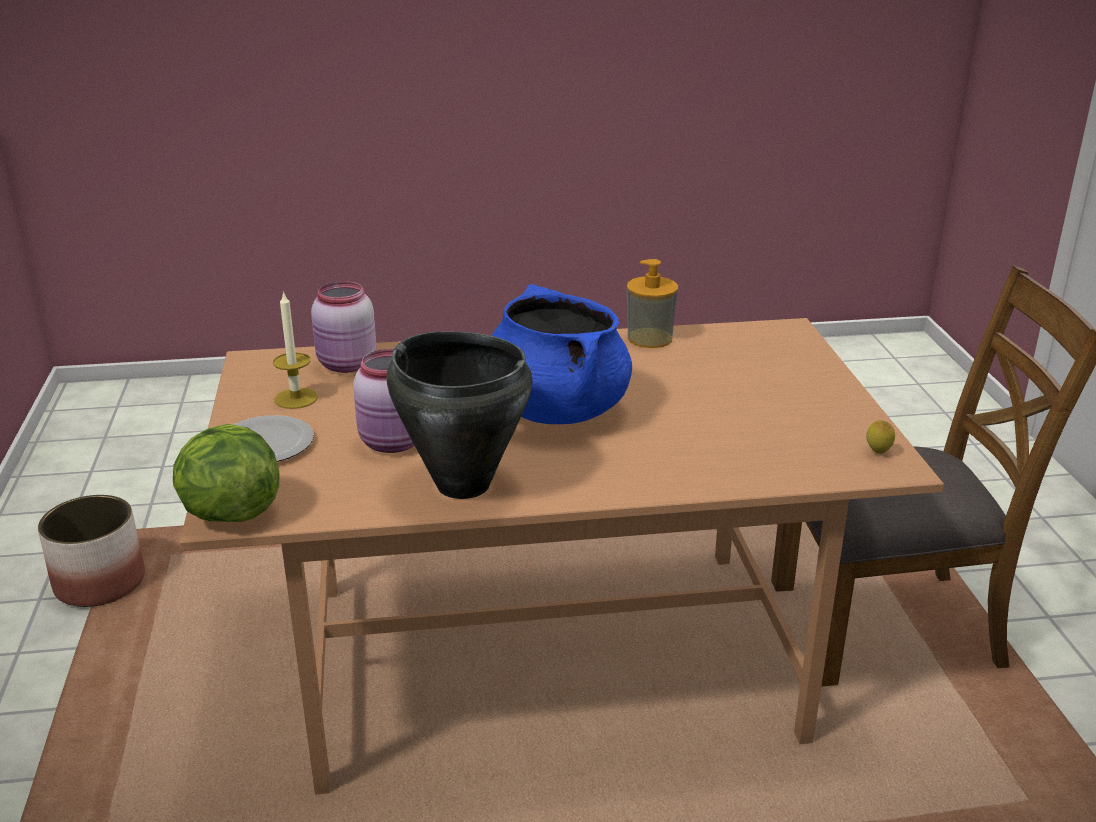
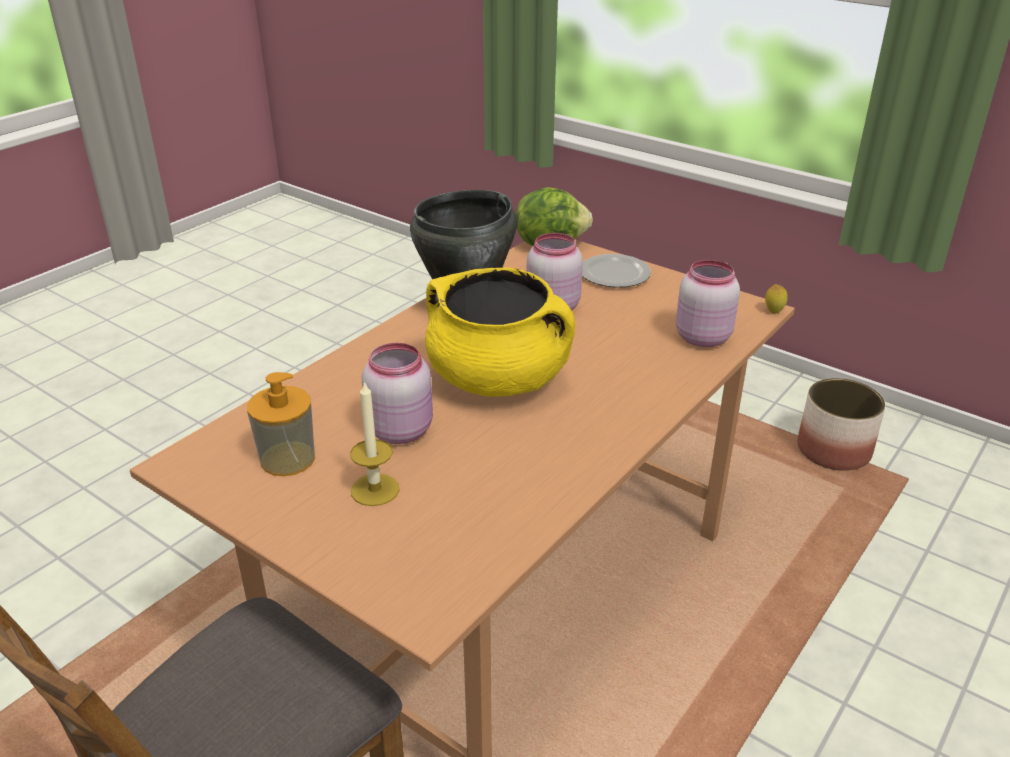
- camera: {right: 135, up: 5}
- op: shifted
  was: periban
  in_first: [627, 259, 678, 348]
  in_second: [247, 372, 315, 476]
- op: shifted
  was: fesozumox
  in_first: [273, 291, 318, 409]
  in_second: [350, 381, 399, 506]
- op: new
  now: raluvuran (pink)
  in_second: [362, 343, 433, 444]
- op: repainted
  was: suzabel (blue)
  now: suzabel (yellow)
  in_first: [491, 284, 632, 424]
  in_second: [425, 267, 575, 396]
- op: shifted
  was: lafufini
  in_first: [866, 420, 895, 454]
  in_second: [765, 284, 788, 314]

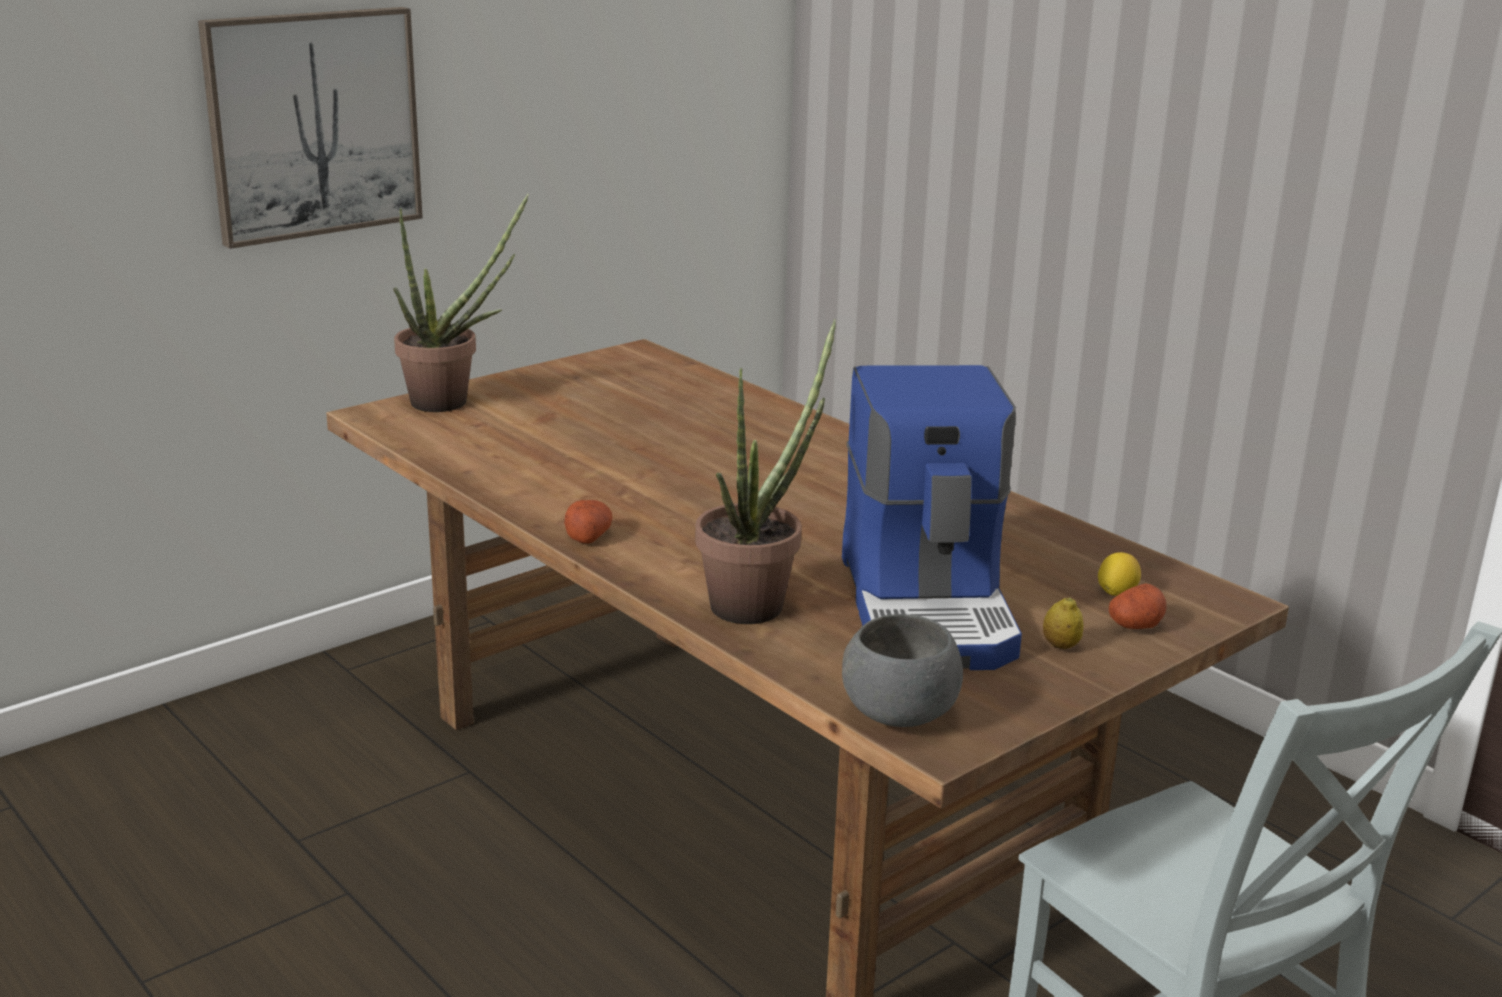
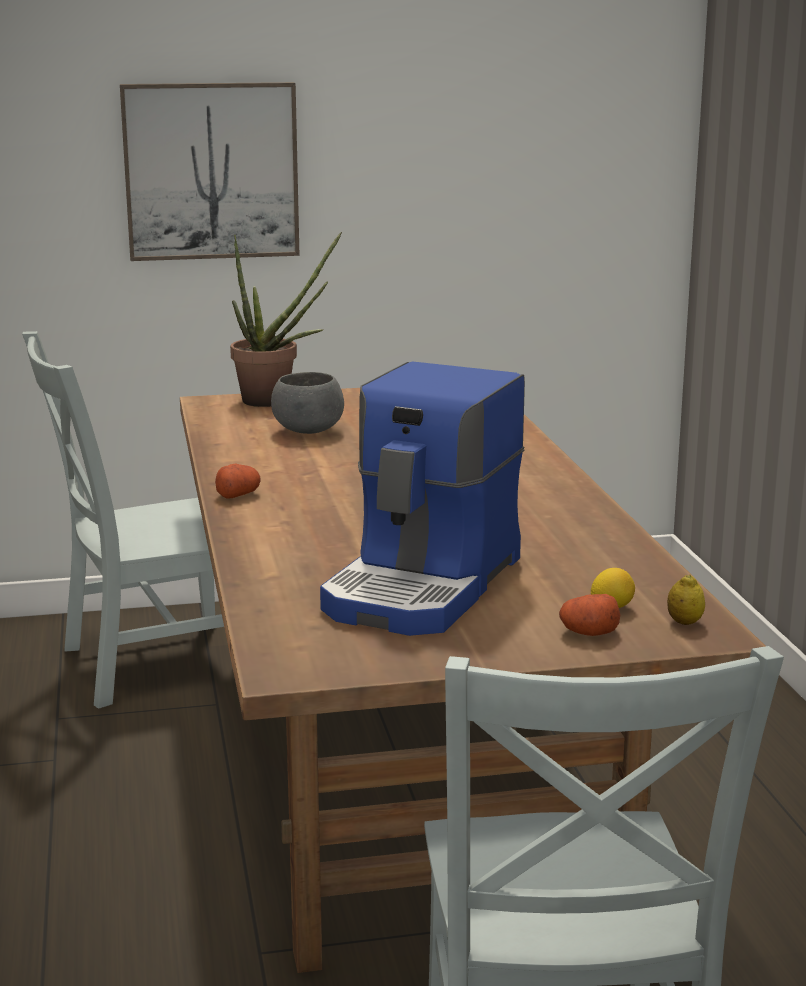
- camera: {right: 30, up: -5}
- op: new
  now: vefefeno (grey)
  in_second: [22, 331, 224, 709]
- op: shifted
  was: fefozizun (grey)
  in_first: [842, 614, 963, 727]
  in_second: [271, 372, 344, 434]
- op: shifted
  was: lafufini
  in_first: [1043, 597, 1083, 649]
  in_second: [667, 574, 705, 625]
- op: gone
  was: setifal
  in_first: [695, 319, 836, 624]

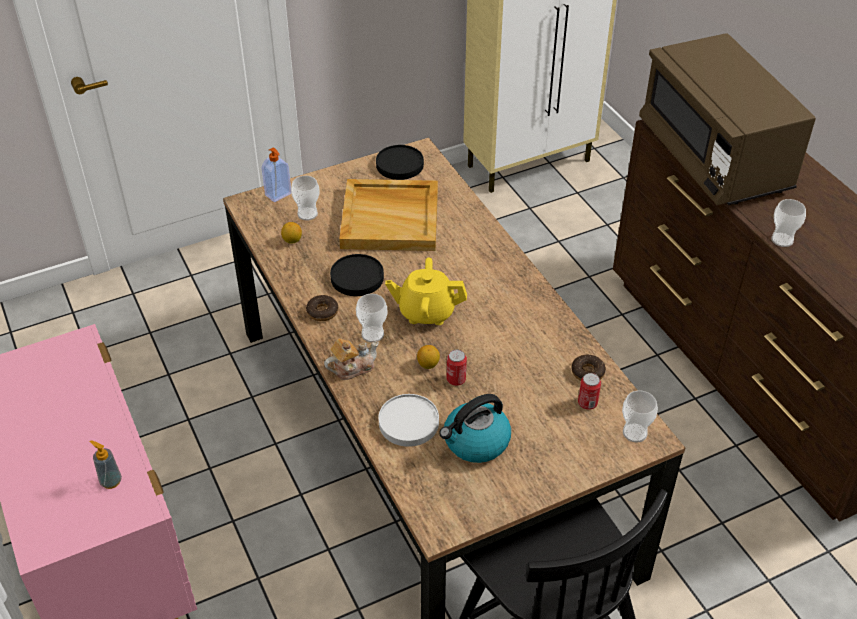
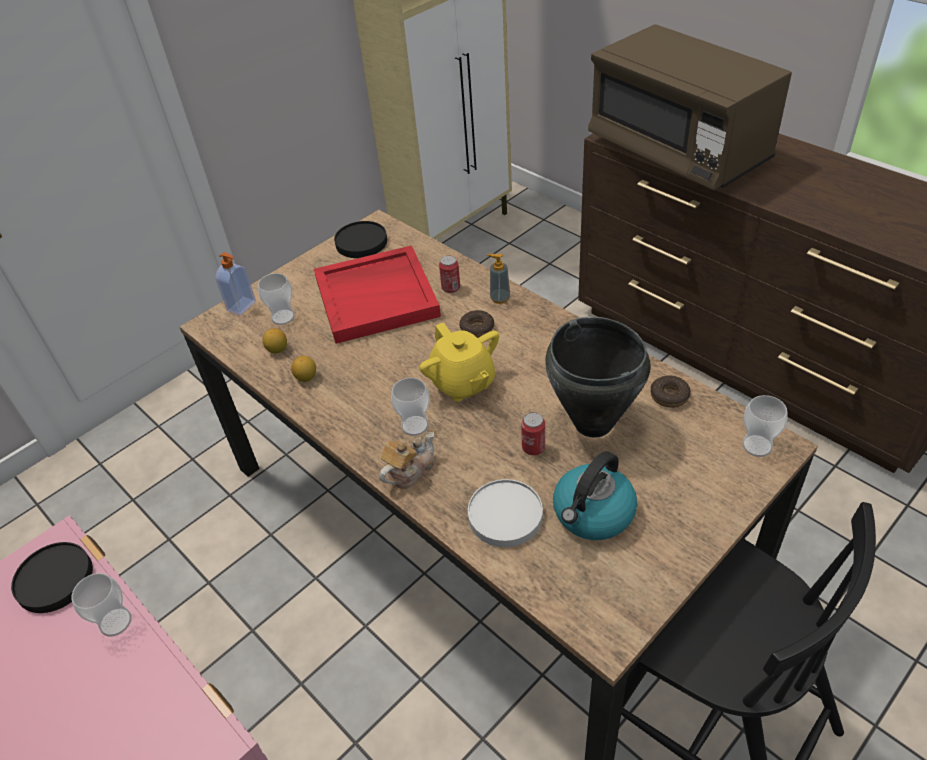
- camera: {right: -15, up: 0}
- op: shifted
  was: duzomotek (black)
  in_first: [330, 254, 384, 296]
  in_second: [11, 542, 93, 613]
- op: shifted
  was: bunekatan
  in_first: [771, 199, 806, 247]
  in_second: [71, 573, 132, 637]
- op: shifted
  was: lafufini
  in_first: [417, 345, 440, 369]
  in_second: [291, 356, 316, 382]
- op: repainted
  was: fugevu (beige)
  now: fugevu (red)
  in_first: [339, 179, 438, 251]
  in_second: [314, 245, 441, 344]
- op: rotated
  was: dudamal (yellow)
  in_first: [385, 258, 467, 325]
  in_second: [419, 322, 499, 402]
  clockwise: -105
- op: shifted
  was: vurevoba
  in_first: [578, 373, 601, 410]
  in_second: [439, 255, 460, 293]
- op: shifted
  was: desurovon
  in_first: [306, 295, 338, 321]
  in_second: [459, 310, 494, 338]
- op: shifted
  was: periban
  in_first: [90, 440, 122, 489]
  in_second: [487, 254, 510, 304]
- op: new
  now: suzabel (black)
  in_second: [545, 316, 651, 437]

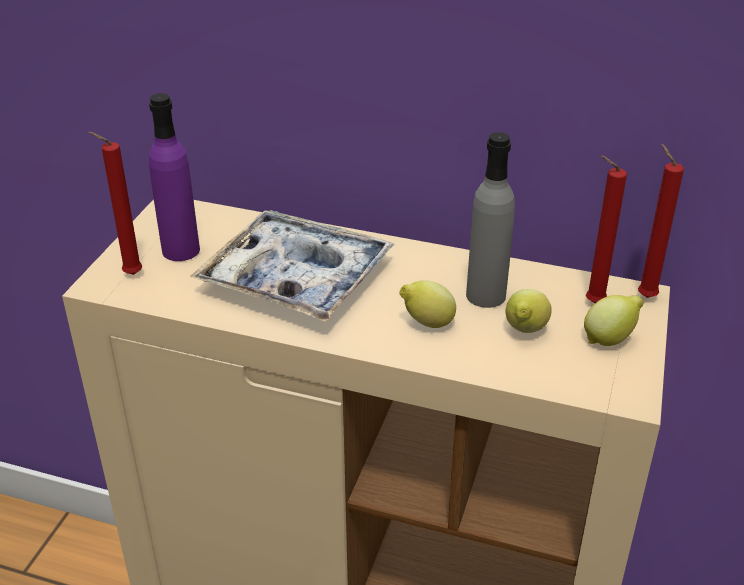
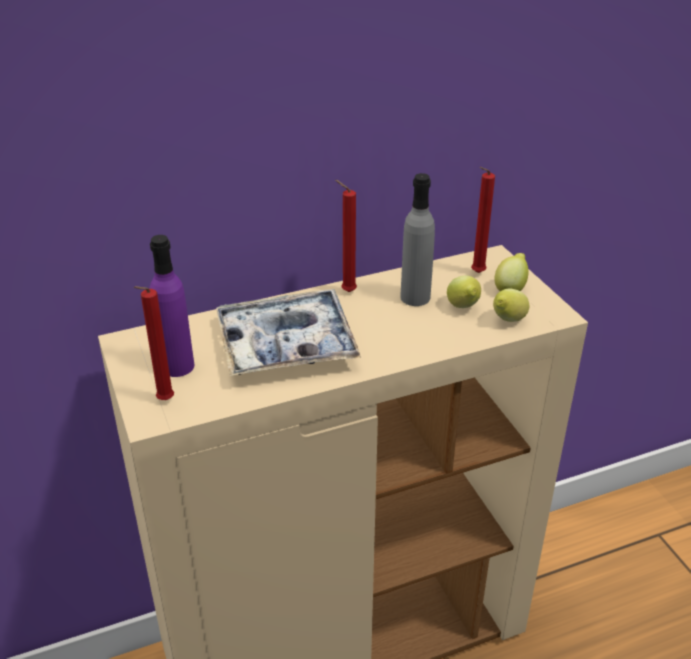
- camera: {right: -40, up: 0}
- op: shifted
  was: fesozumox (red)
  in_first: [638, 144, 684, 298]
  in_second: [335, 180, 357, 292]
- op: shifted
  was: lafufini
  in_first: [400, 280, 456, 328]
  in_second: [493, 288, 530, 322]

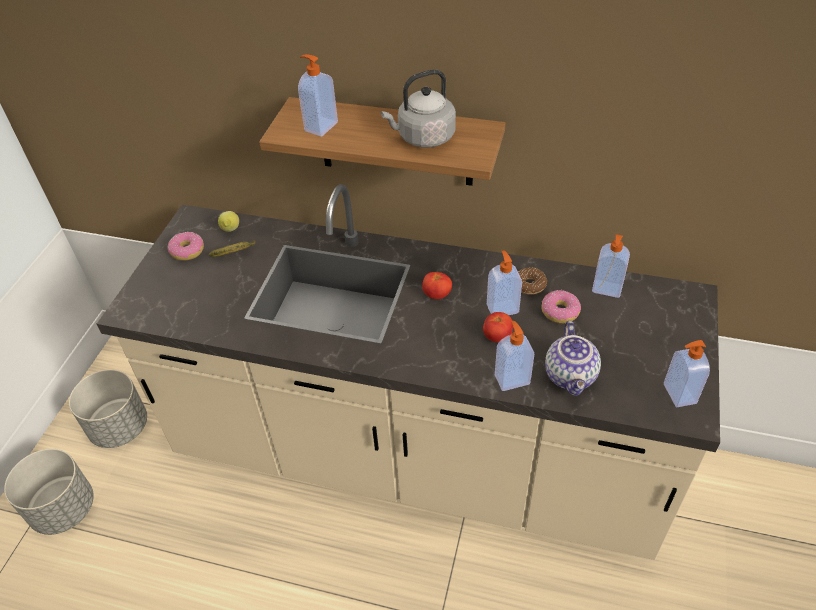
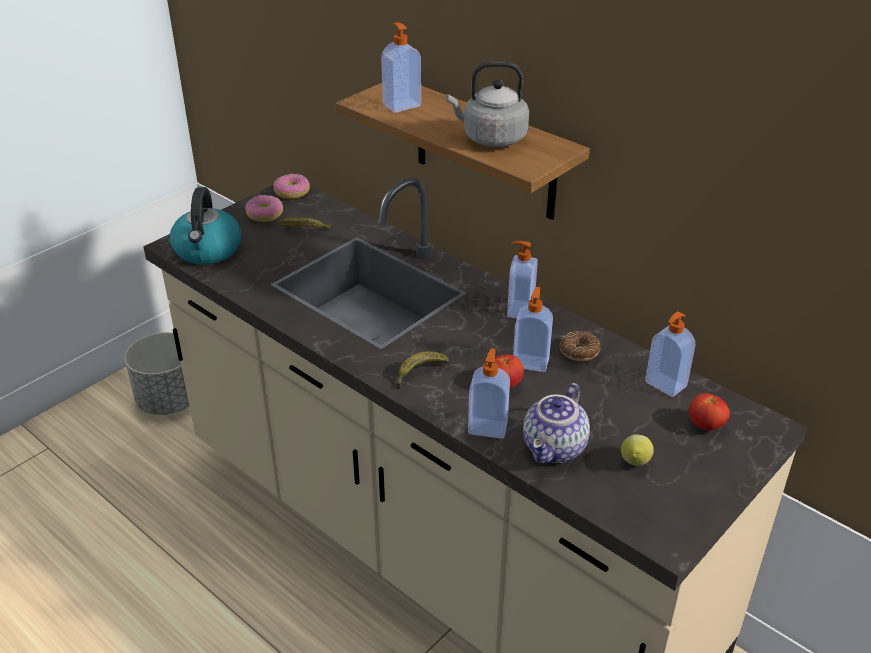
- camera: {right: 25, up: -10}
- op: new
  now: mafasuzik
  in_second: [169, 187, 241, 265]
- op: shifted
  was: desurovon
  in_first: [542, 290, 581, 323]
  in_second: [273, 174, 310, 199]
- op: new
  now: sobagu
  in_second: [397, 351, 449, 389]
- op: shifted
  was: periban
  in_first: [664, 340, 710, 407]
  in_second: [507, 241, 538, 319]
- op: shifted
  was: lafufini
  in_first: [218, 211, 239, 232]
  in_second: [621, 435, 654, 466]
- op: shifted
  was: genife
  in_first: [422, 272, 452, 299]
  in_second: [689, 393, 730, 431]
- op: gone
  was: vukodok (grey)
  in_first: [4, 449, 94, 535]

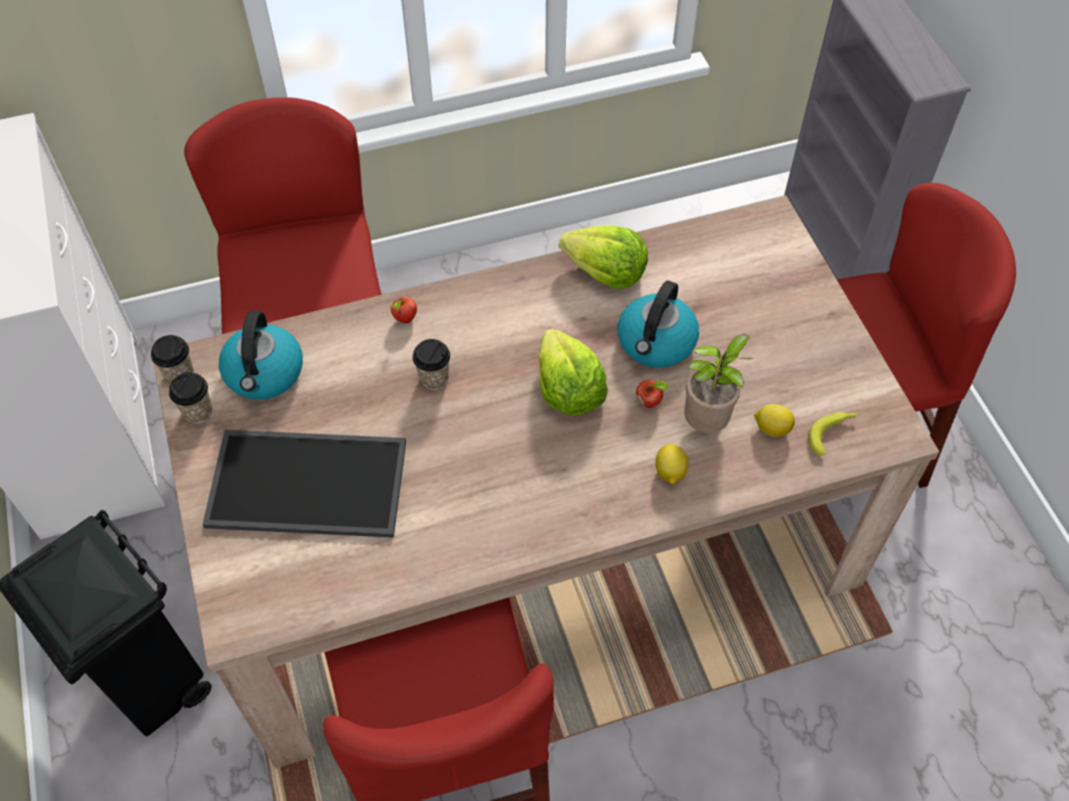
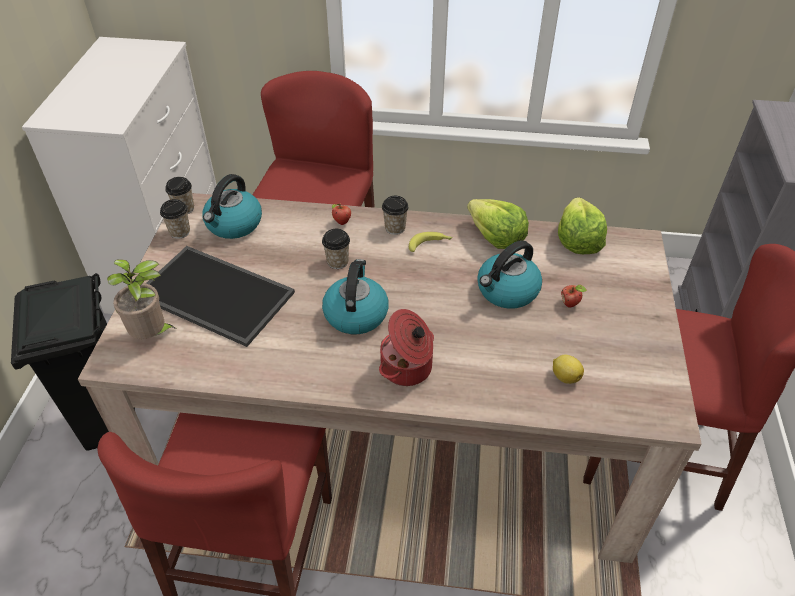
- camera: {right: 25, up: -10}
- op: shifted
  was: setifal
  in_first: [684, 334, 752, 433]
  in_second: [107, 259, 176, 339]
- op: new
  now: mafasuzik
  in_second: [322, 259, 389, 334]
- op: new
  now: suzabel
  in_second: [379, 309, 434, 386]
- op: new
  now: bunekatan
  in_second: [382, 196, 409, 235]
- op: shifted
  was: sobagu
  in_first: [808, 412, 858, 456]
  in_second: [409, 232, 453, 252]
- op: shifted
  was: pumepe
  in_first: [538, 329, 608, 415]
  in_second: [558, 197, 607, 254]
- op: shifted
  was: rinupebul
  in_first: [636, 380, 669, 408]
  in_second: [561, 285, 587, 308]
- op: gone
  was: lafufini
  in_first: [656, 444, 688, 485]

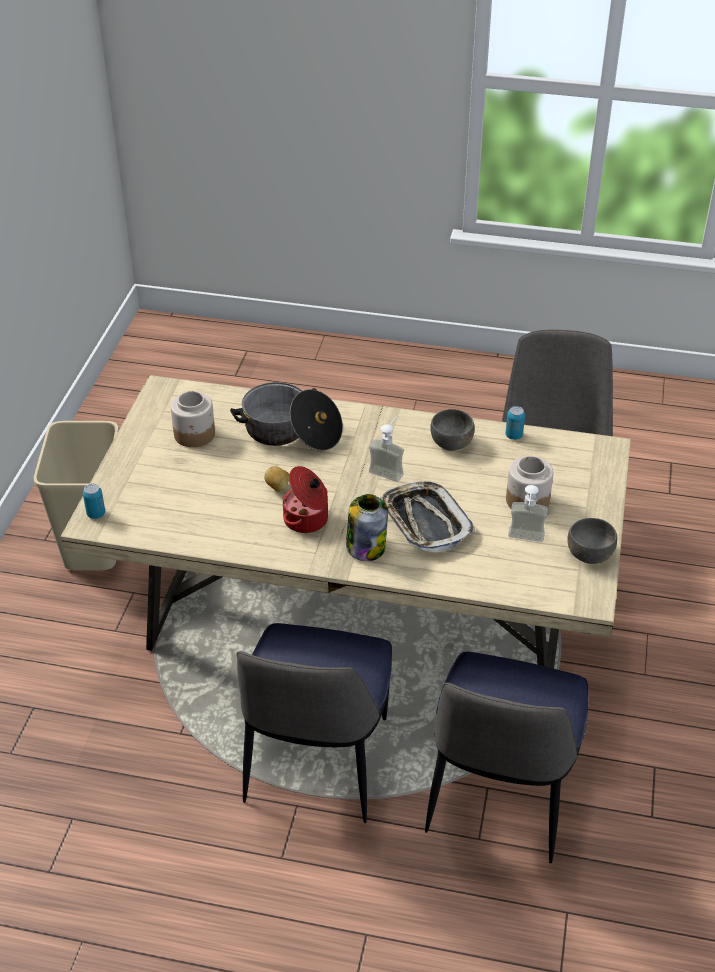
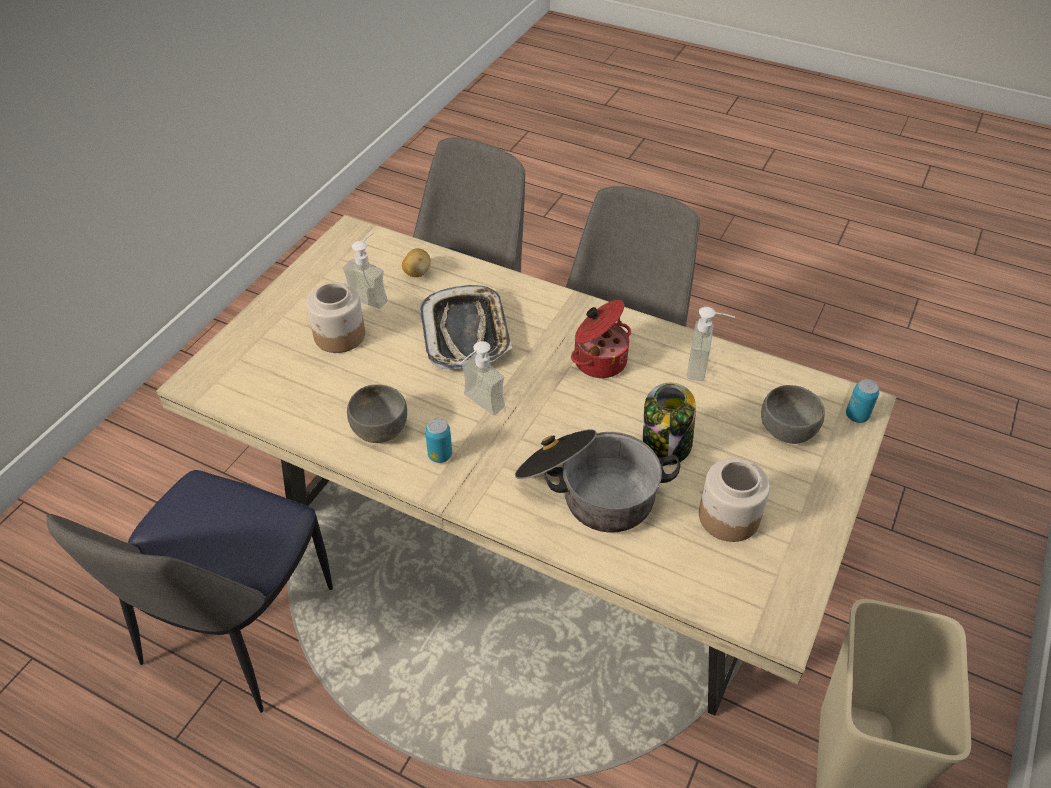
- camera: {right: -165, up: 5}
- op: shifted
  was: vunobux
  in_first: [264, 466, 289, 492]
  in_second: [402, 248, 431, 277]
- op: shifted
  was: vurevoba
  in_first: [506, 406, 525, 440]
  in_second: [425, 418, 452, 463]
- op: shifted
  was: raluvuran
  in_first: [346, 494, 388, 561]
  in_second: [643, 383, 696, 465]
- op: new
  now: periban
  in_second: [687, 307, 735, 381]
- op: shifted
  was: fefozizun (grey)
  in_first: [567, 518, 617, 564]
  in_second: [761, 385, 825, 444]

